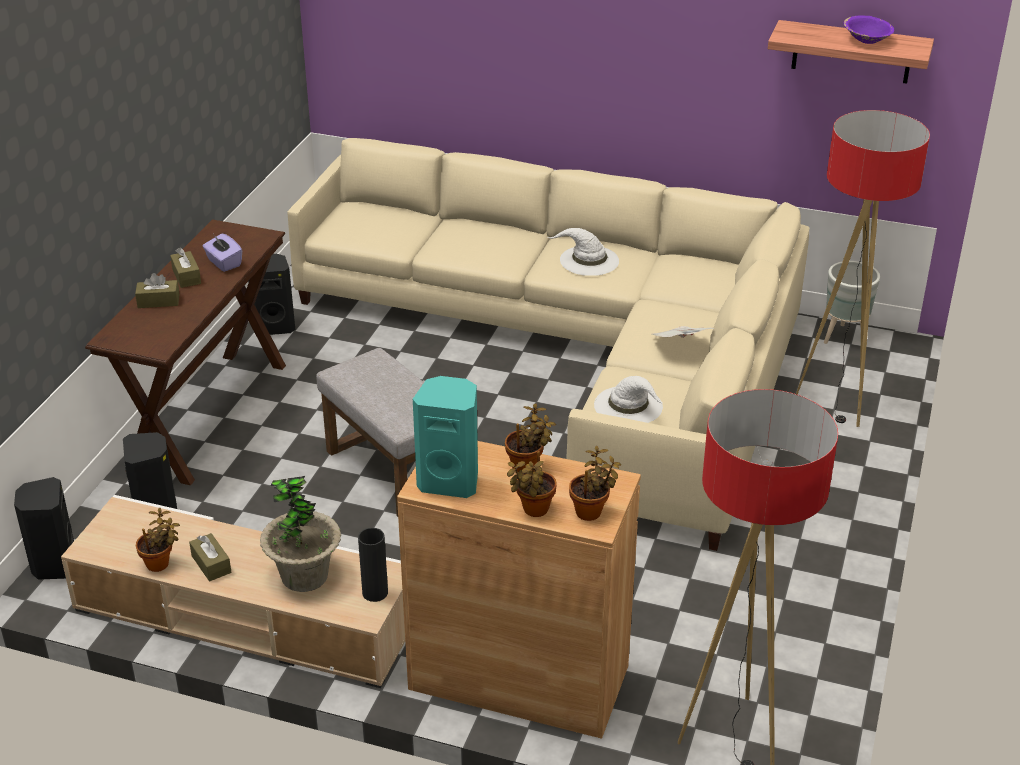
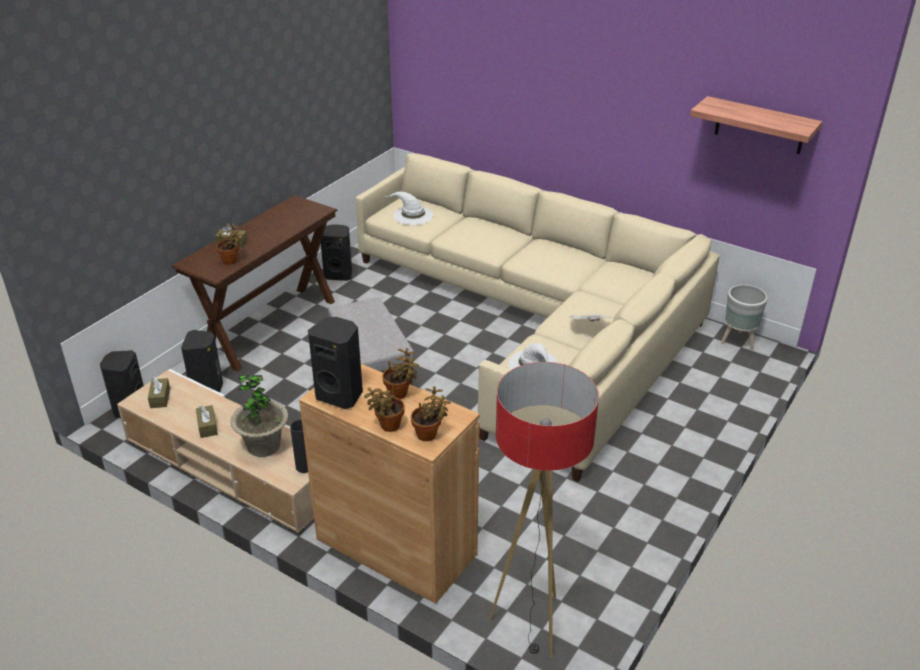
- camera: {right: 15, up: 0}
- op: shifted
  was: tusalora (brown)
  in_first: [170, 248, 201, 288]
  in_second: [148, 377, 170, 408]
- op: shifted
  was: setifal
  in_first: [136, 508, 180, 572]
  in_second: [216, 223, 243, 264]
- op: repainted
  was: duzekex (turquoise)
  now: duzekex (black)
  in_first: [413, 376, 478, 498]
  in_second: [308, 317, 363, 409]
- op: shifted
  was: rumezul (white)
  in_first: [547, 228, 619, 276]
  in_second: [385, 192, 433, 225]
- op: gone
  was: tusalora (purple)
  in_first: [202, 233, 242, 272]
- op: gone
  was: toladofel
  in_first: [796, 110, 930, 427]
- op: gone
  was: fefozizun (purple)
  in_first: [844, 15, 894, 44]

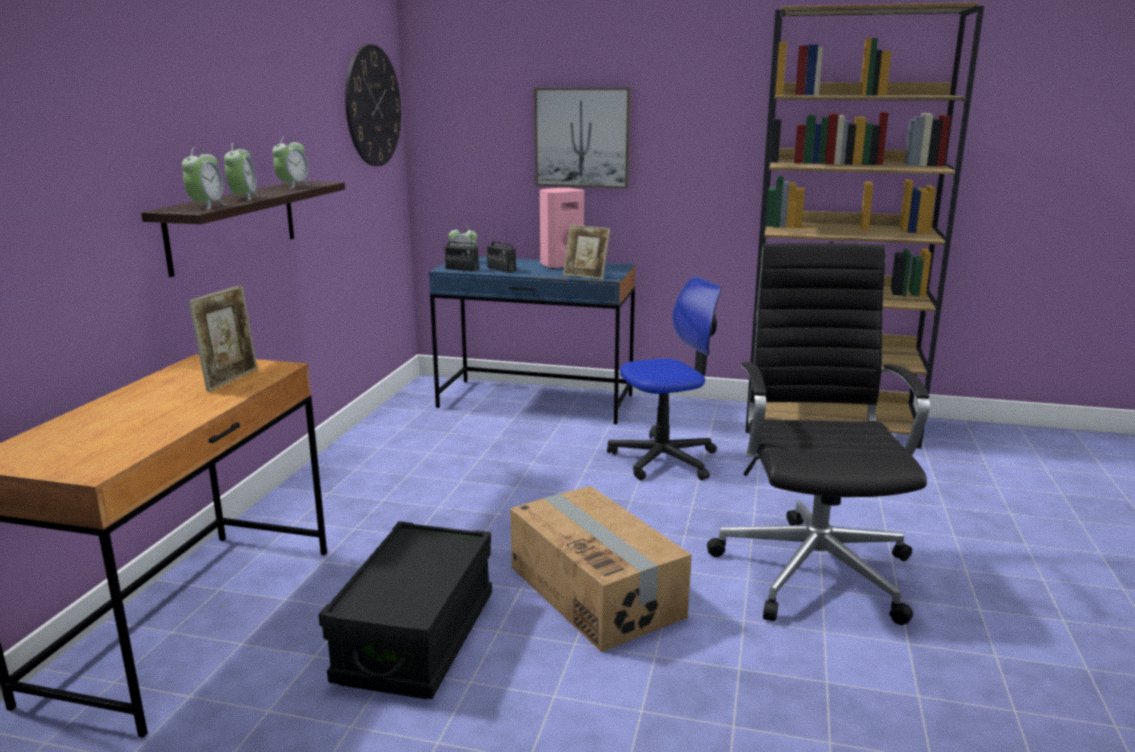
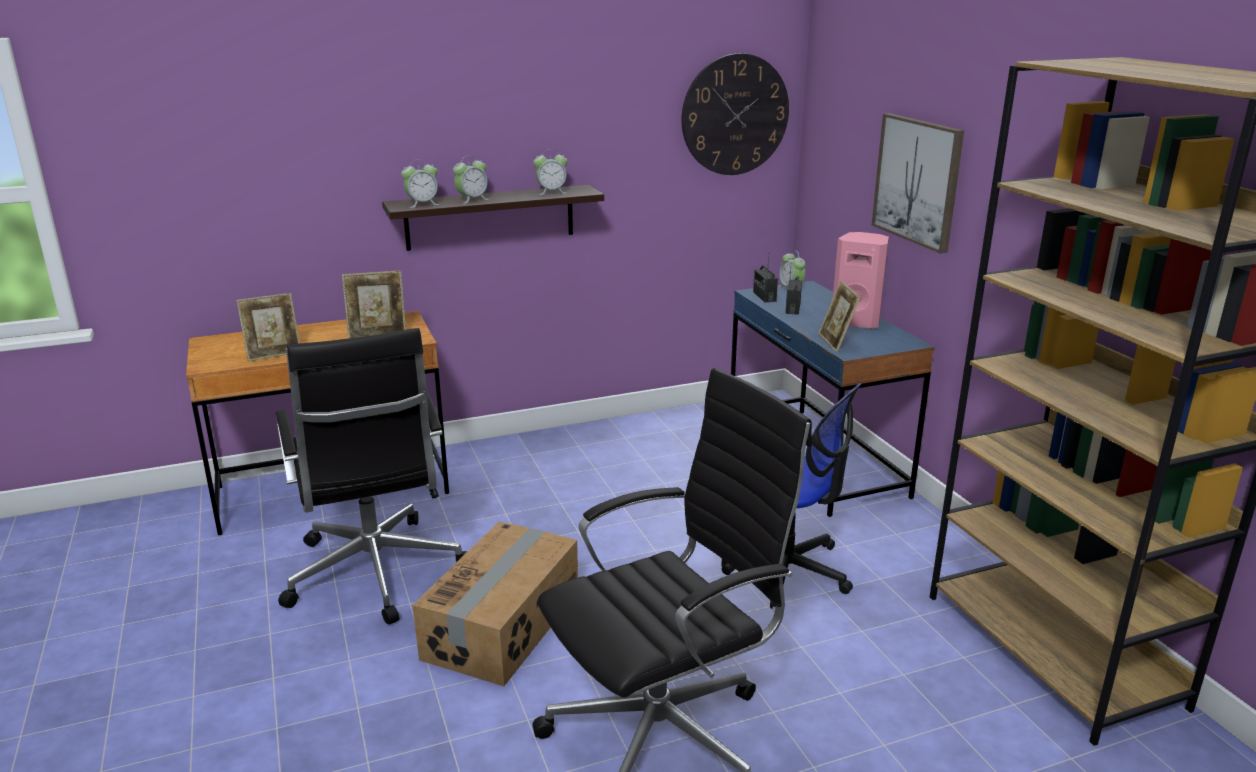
- camera: {right: 55, up: 5}
- op: new
  now: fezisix
  in_second: [236, 293, 300, 362]
- op: swapped
  was: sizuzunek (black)
  now: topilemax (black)
  in_first: [318, 521, 492, 699]
  in_second: [275, 328, 467, 624]

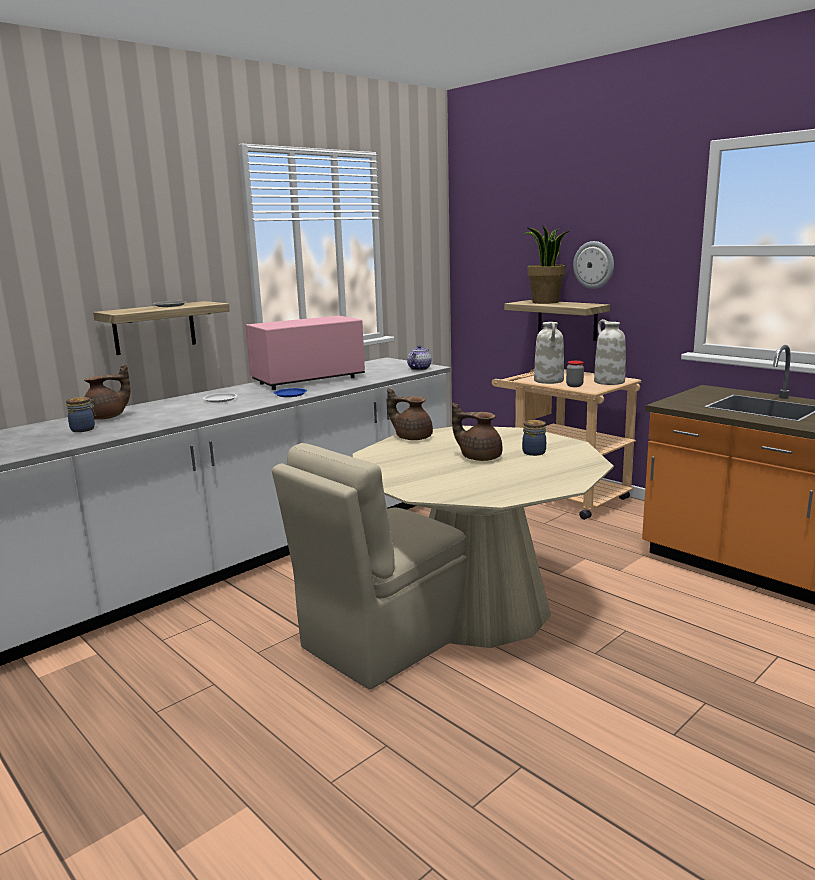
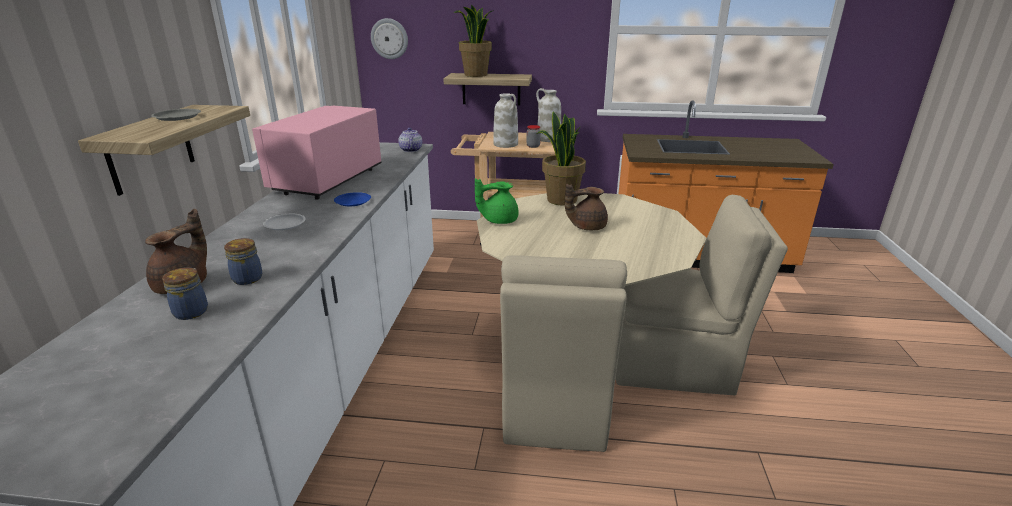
- camera: {right: -40, up: 10}
- op: shifted
  was: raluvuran
  in_first: [522, 420, 546, 456]
  in_second: [224, 238, 262, 285]
- op: shifted
  was: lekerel
  in_first: [573, 241, 614, 289]
  in_second: [371, 18, 408, 59]
- op: repainted
  was: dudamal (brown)
  now: dudamal (green)
  in_first: [387, 388, 433, 440]
  in_second: [475, 178, 519, 224]
- op: new
  now: setifal
  in_second: [537, 111, 586, 206]
- op: new
  now: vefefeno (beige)
  in_second: [616, 195, 788, 395]

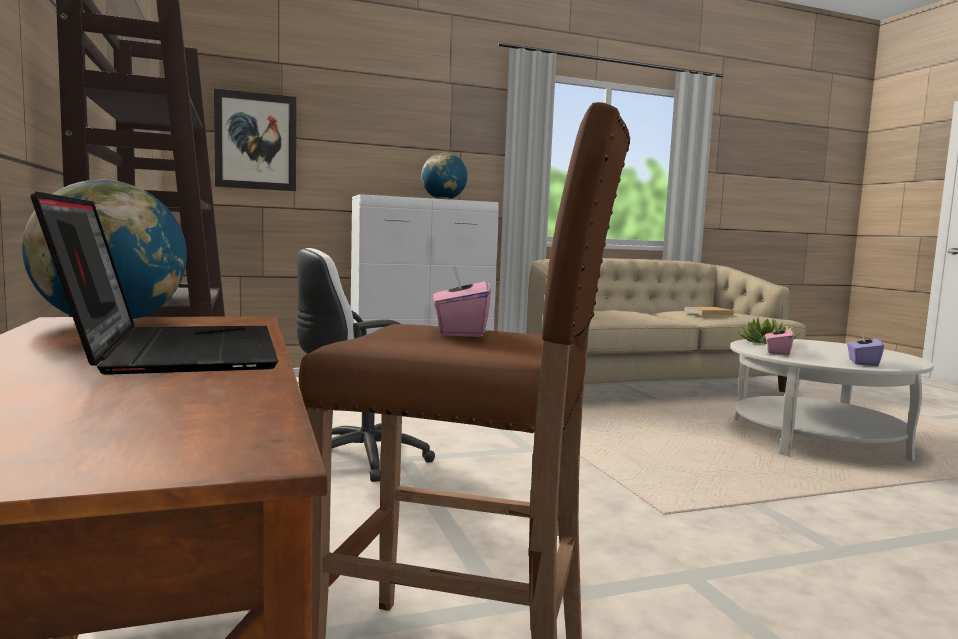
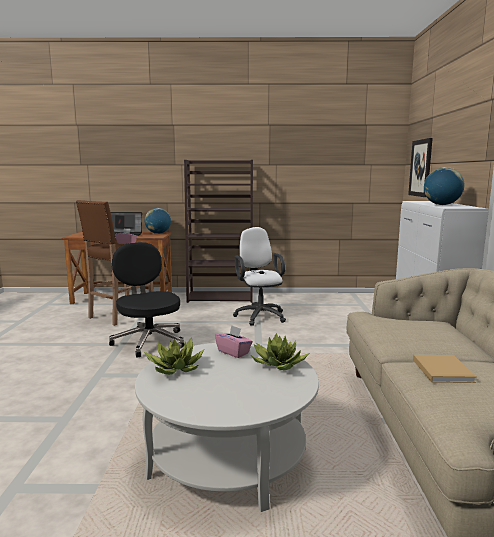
- camera: {right: 110, up: 5}
- op: new
  now: topilemax (black)
  in_second: [109, 242, 185, 358]
- op: swapped
  was: tusalora (purple)
  now: setifal
  in_first: [847, 331, 884, 366]
  in_second: [144, 338, 204, 375]

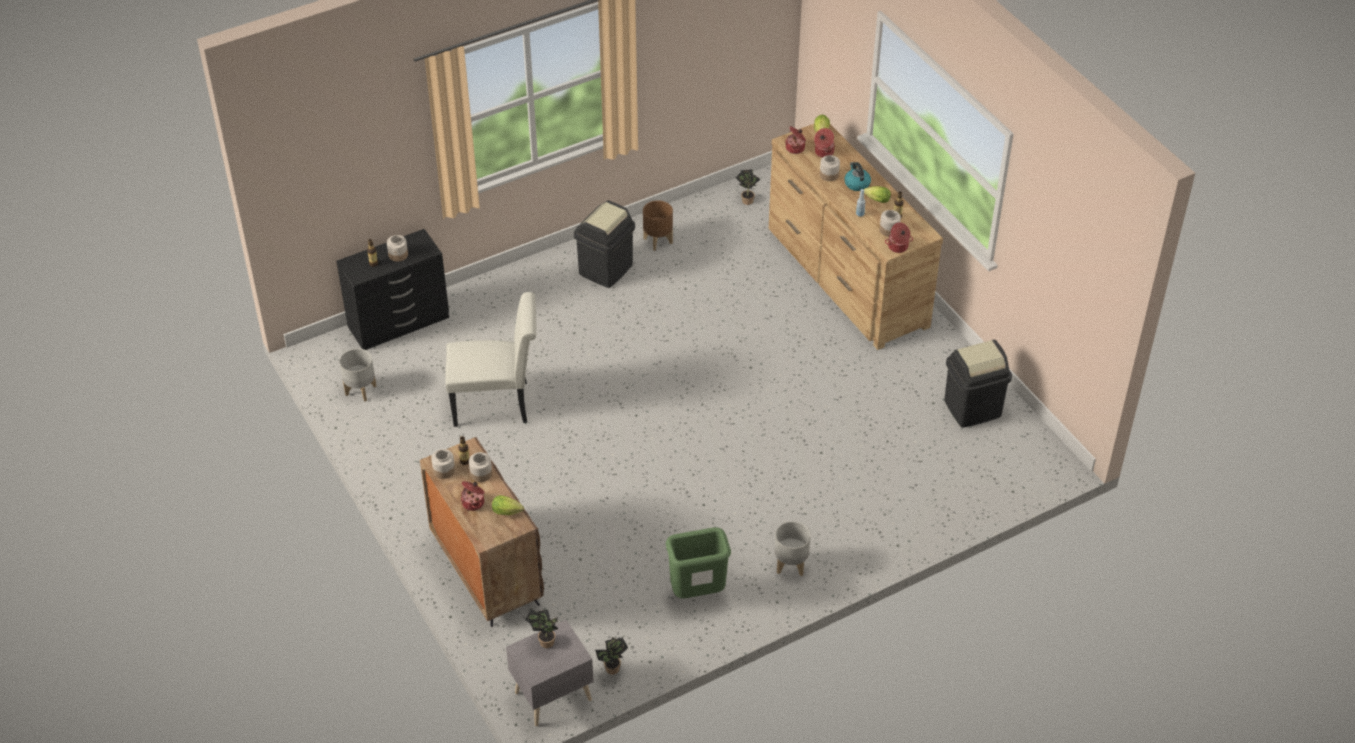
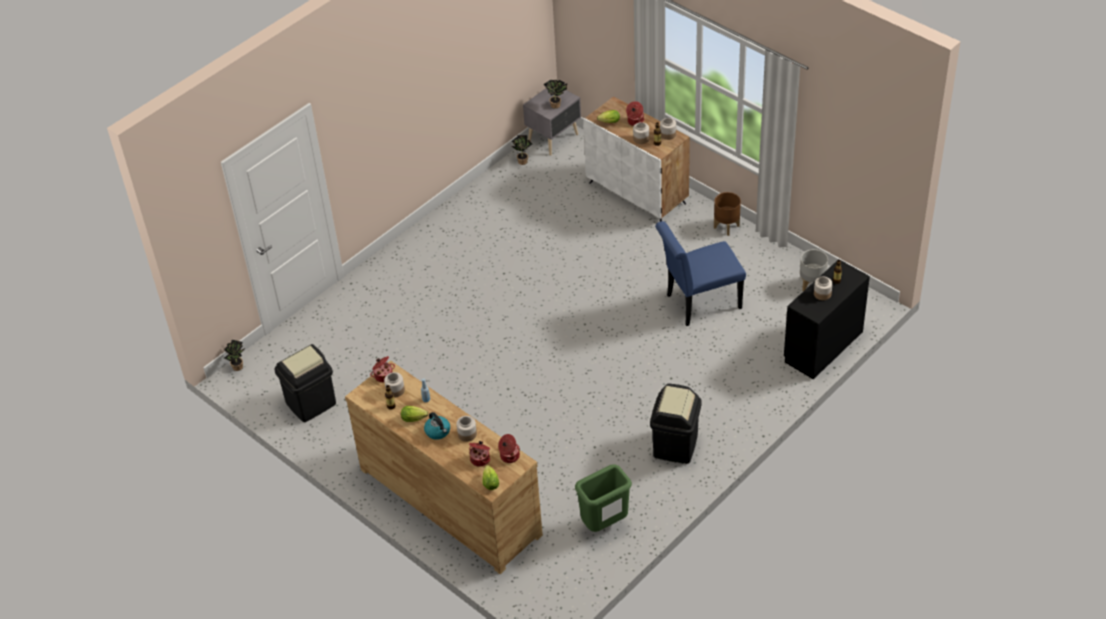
- camera: {right: 165, up: 0}
- op: shifted
  was: setifal
  in_first: [736, 169, 760, 205]
  in_second: [224, 340, 245, 371]
- op: shifted
  was: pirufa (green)
  in_first: [666, 527, 731, 598]
  in_second: [575, 464, 632, 532]
- op: repainted
  was: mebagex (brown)
  now: mebagex (white)
  in_first: [420, 437, 544, 627]
  in_second: [583, 96, 690, 222]
- op: repainted
  was: vefefeno (white)
  now: vefefeno (blue)
  in_first: [445, 292, 536, 427]
  in_second: [655, 221, 746, 326]
- op: shifted
  was: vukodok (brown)
  in_first: [643, 200, 673, 251]
  in_second: [714, 192, 741, 236]
- op: gone
  was: vukodok (grey)
  in_first: [774, 521, 811, 576]

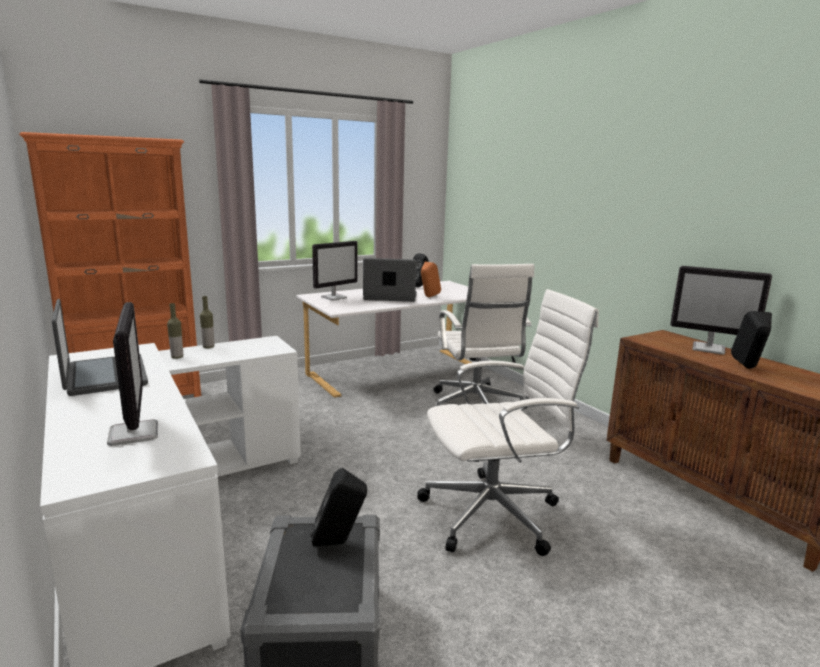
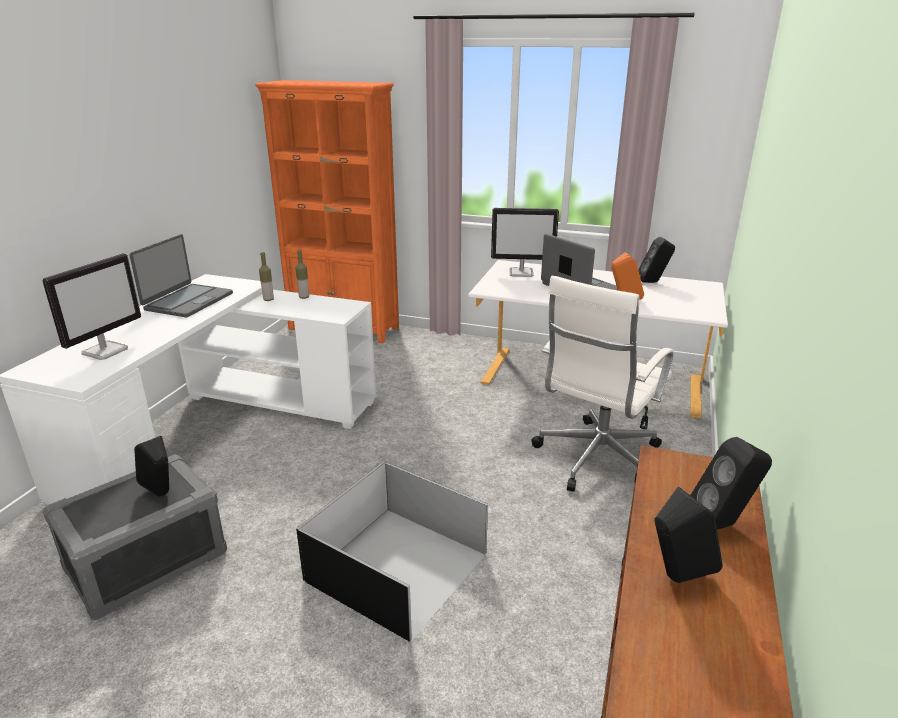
- camera: {right: 50, up: 10}
- op: swapped
  was: topilemax (white)
  now: sizuzunek (black)
  in_first: [417, 289, 599, 556]
  in_second: [296, 460, 488, 642]
- op: swapped
  was: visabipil
  now: duzekex (black)
  in_first: [670, 266, 772, 354]
  in_second: [690, 437, 772, 530]

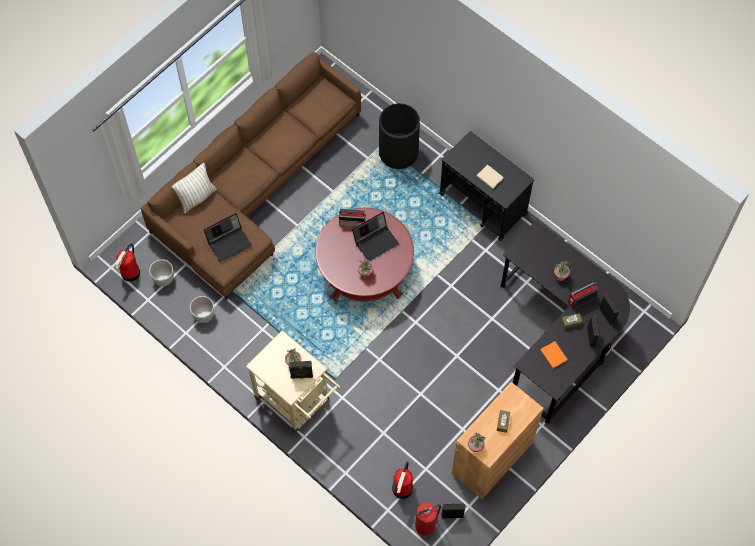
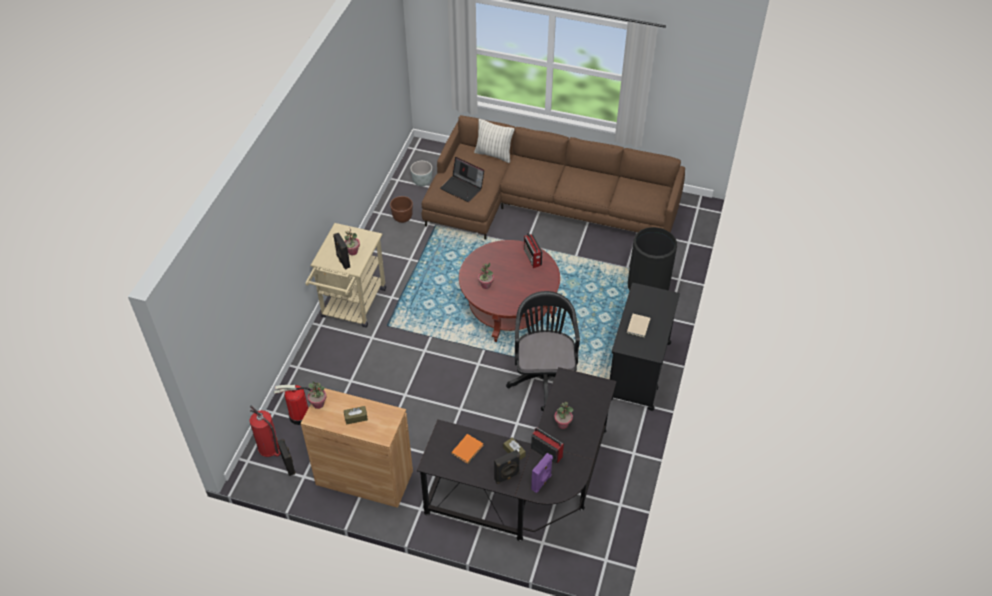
- camera: {right: 65, up: -15}
- op: repainted
  was: vukodok (grey)
  now: vukodok (brown)
  in_first: [190, 296, 214, 323]
  in_second: [390, 196, 413, 223]
- op: new
  now: topilemax (black)
  in_second: [506, 291, 580, 411]
- op: repainted
  was: duzekex (black)
  now: duzekex (purple)
  in_first: [599, 293, 620, 325]
  in_second: [531, 453, 553, 493]
- op: gone
  was: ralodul
  in_first: [115, 244, 140, 282]
- op: gone
  was: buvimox
  in_first: [352, 212, 399, 261]

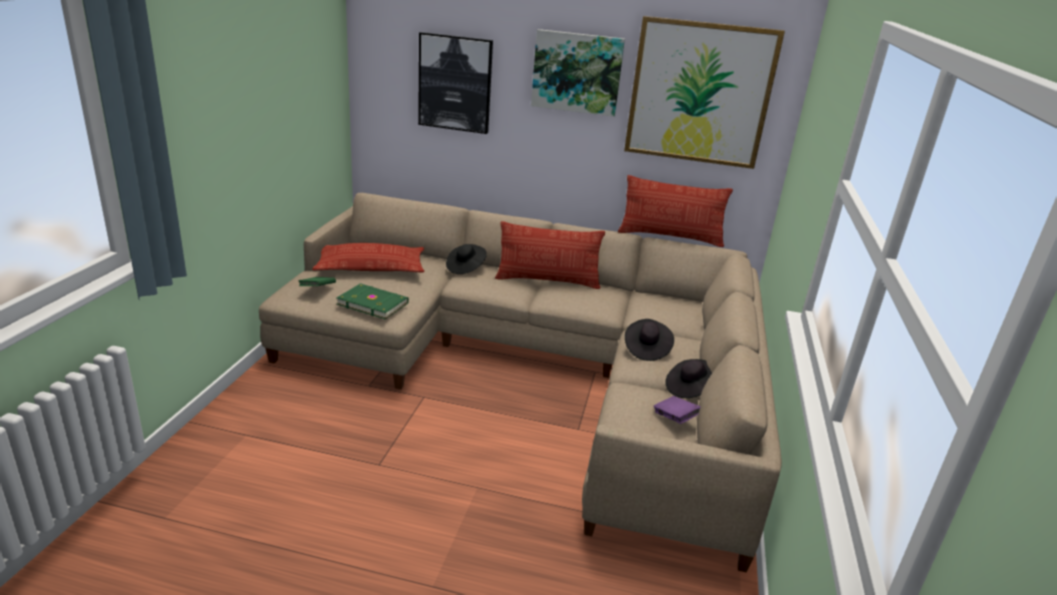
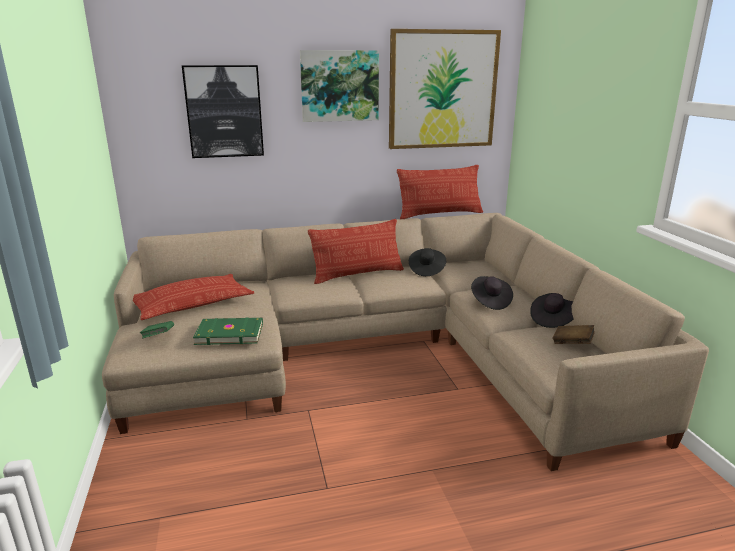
- camera: {right: -25, up: -5}
- op: shifted
  was: rumezul (black)
  in_first: [446, 244, 487, 274]
  in_second: [409, 248, 446, 276]
- op: repainted
  was: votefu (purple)
  now: votefu (brown)
  in_first: [653, 396, 701, 424]
  in_second: [552, 325, 595, 344]

